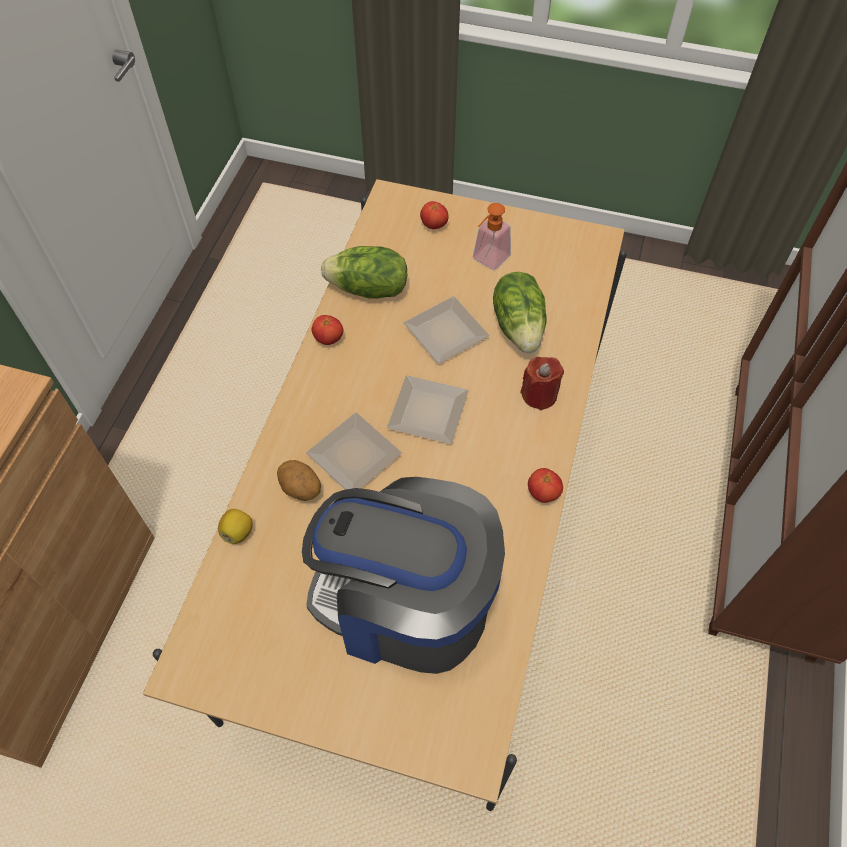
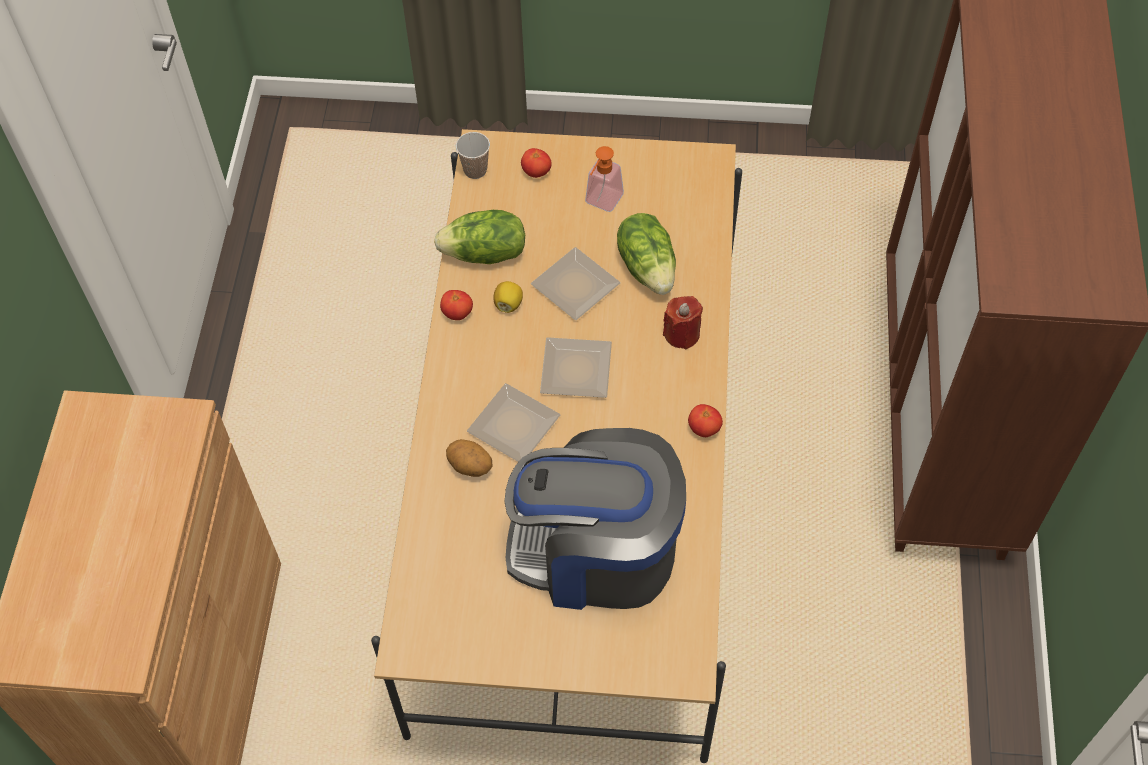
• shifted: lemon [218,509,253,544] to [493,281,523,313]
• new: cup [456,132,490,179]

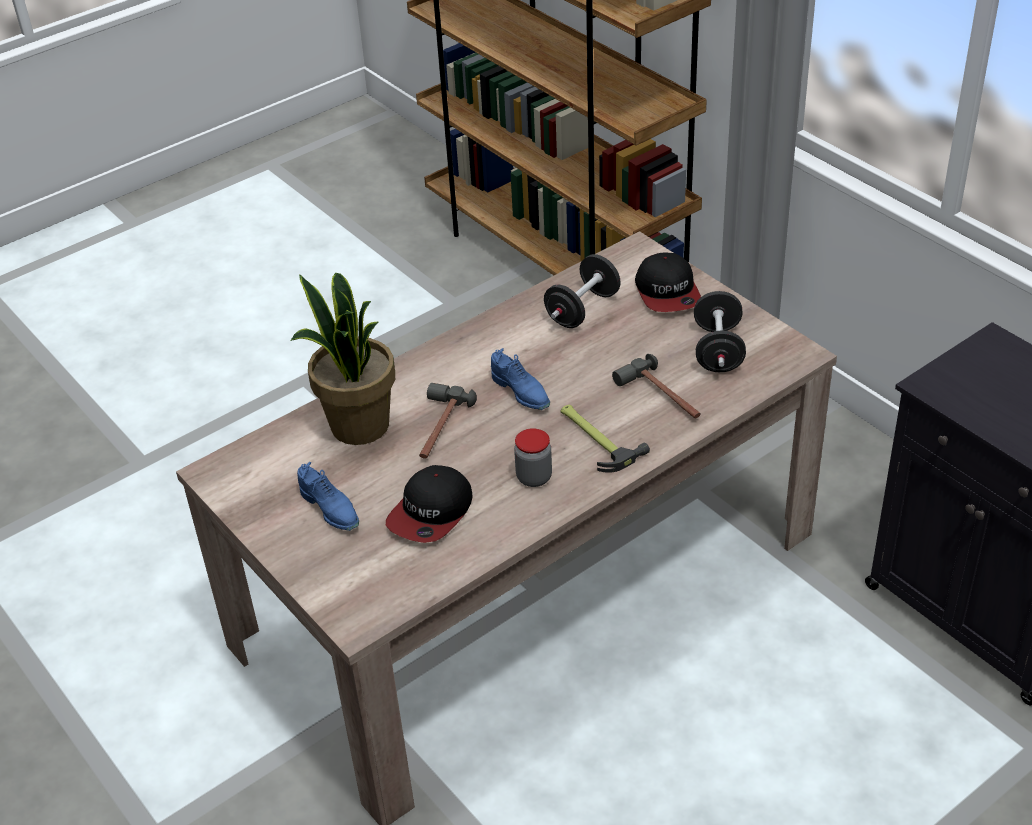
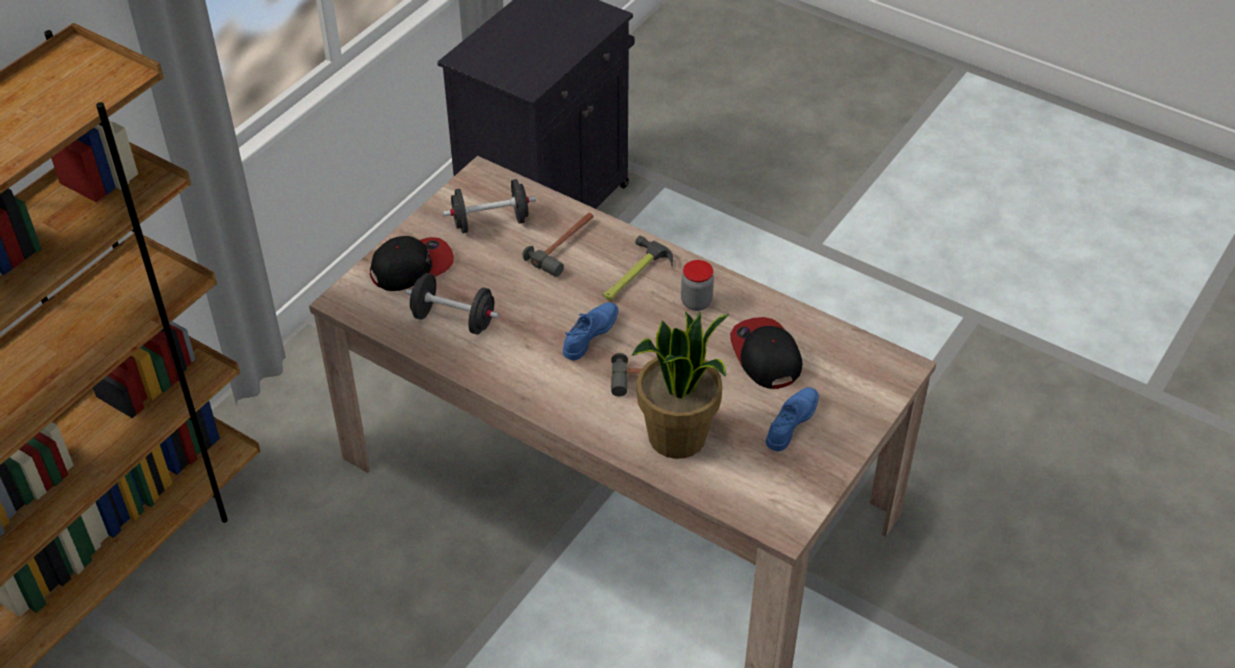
• rotated: cap [386,465,472,543] = [730,317,803,389] 120 degrees counterclockwise

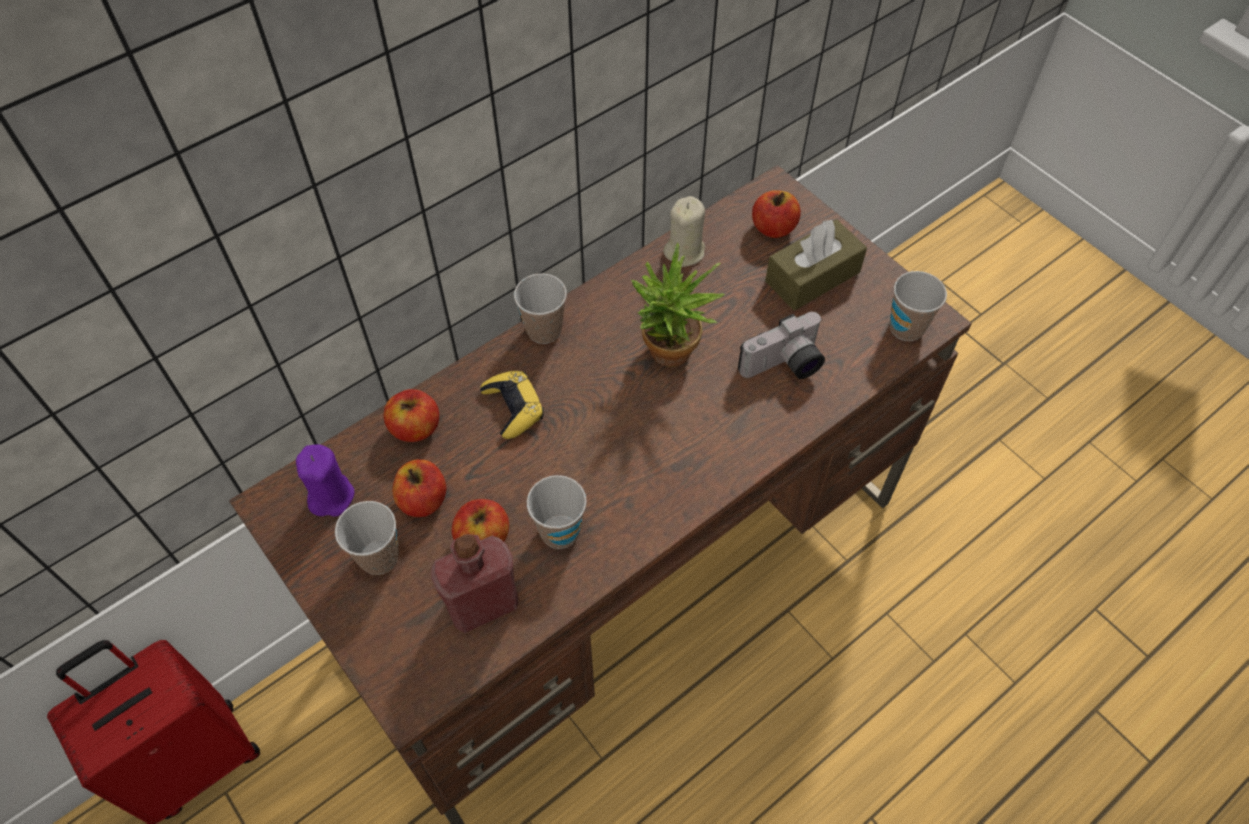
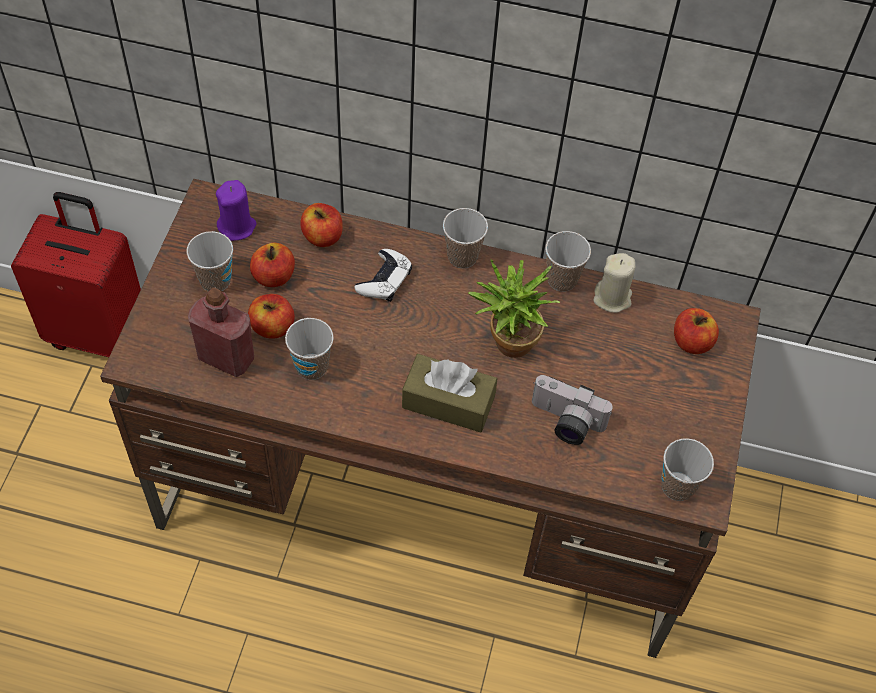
• repainted: yellow game controller [480,371,544,439] to white game controller [354,249,412,302]
• shifted: brown tissue box [765,219,867,310] to [402,354,497,433]
• new: cup [545,231,591,292]

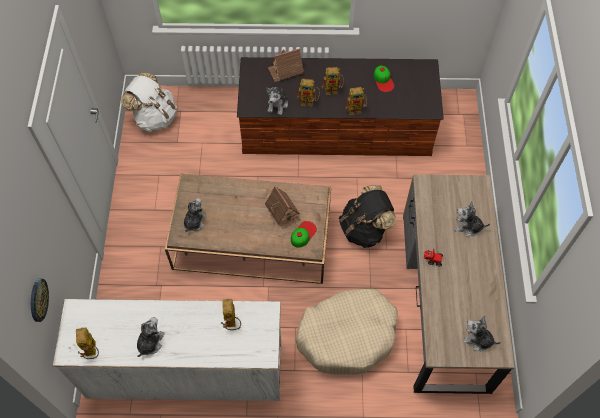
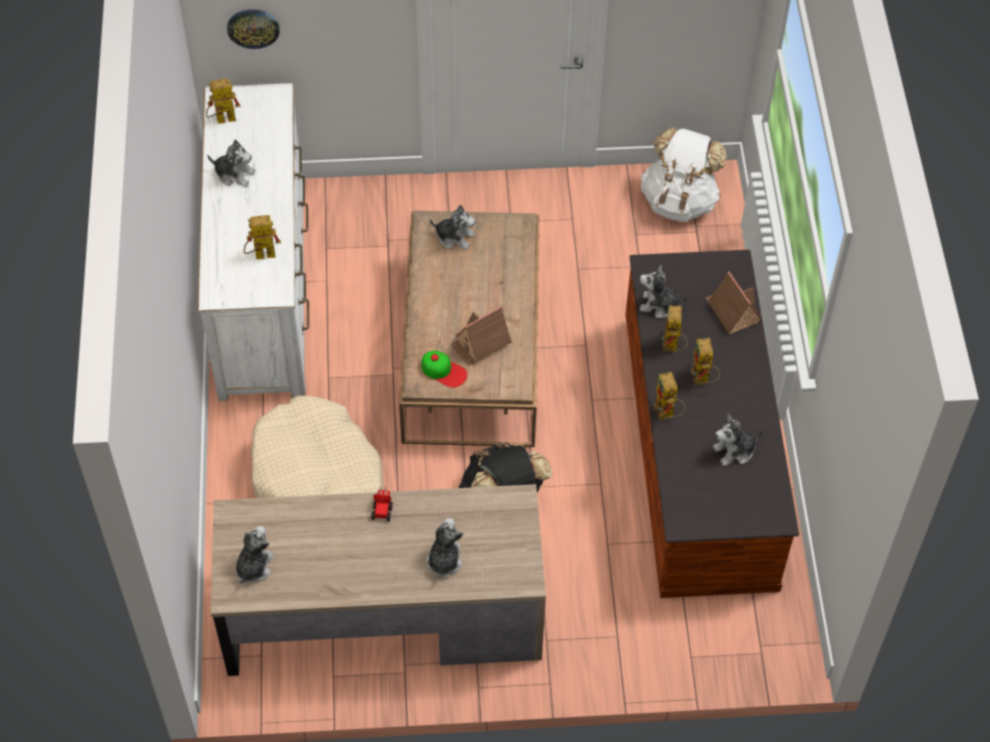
• swapped: cap [373,66,394,92] to plush toy [713,413,764,466]

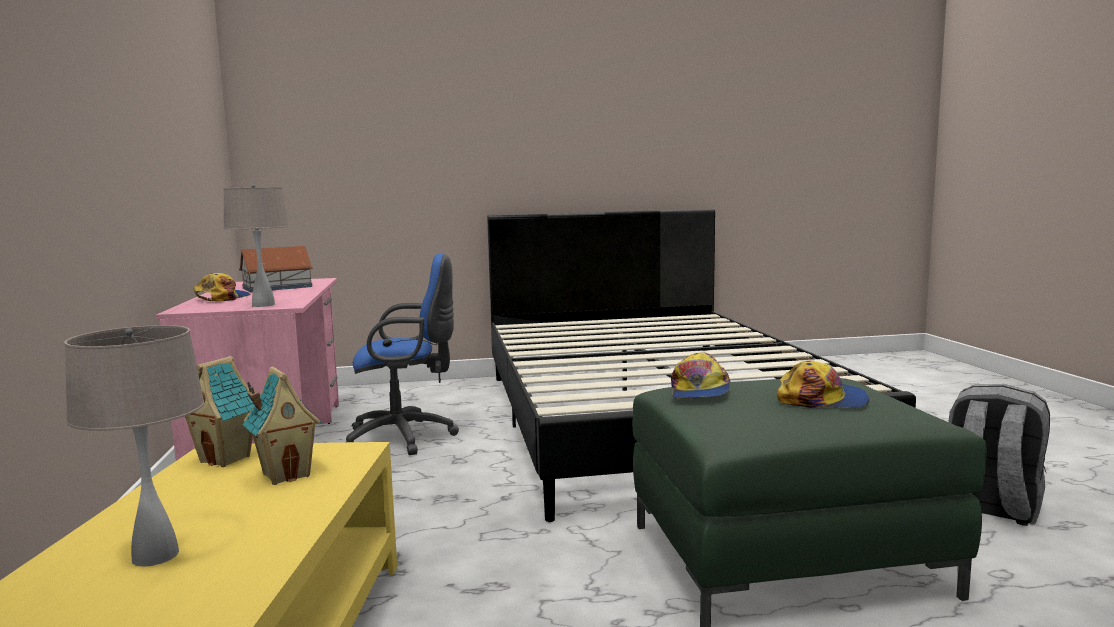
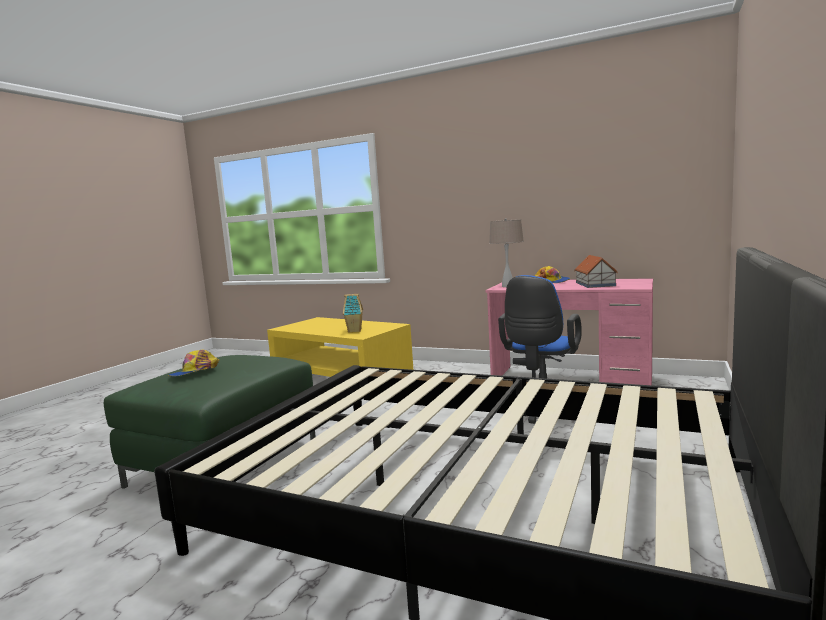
• gone: beige table lamp [64,325,204,567]
• gone: toy house [185,356,254,467]
• gone: cap [671,352,731,399]
• gone: grey backpack [948,384,1050,526]

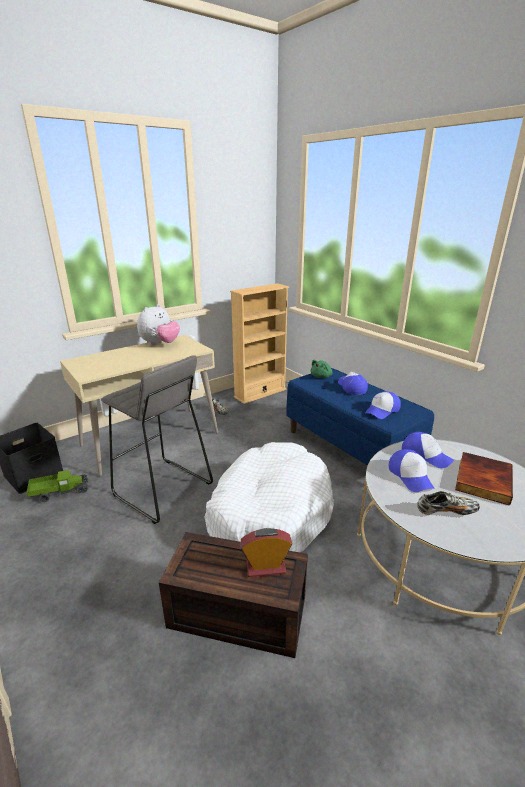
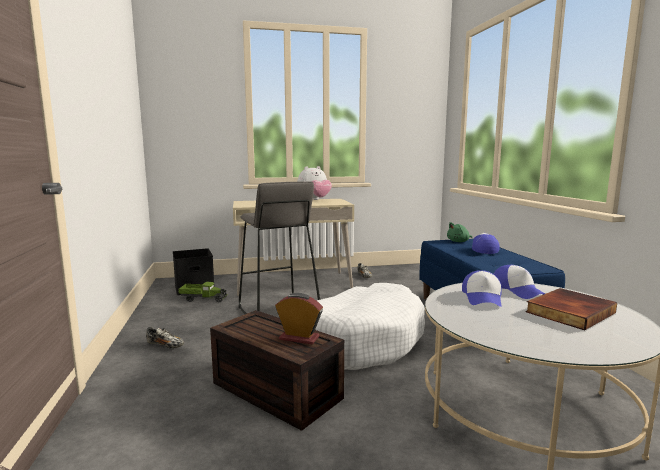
• gone: beige bookcase [230,283,289,404]
• gone: cap [365,391,401,419]
• shifted: shoe [417,491,480,515] to [146,327,184,348]

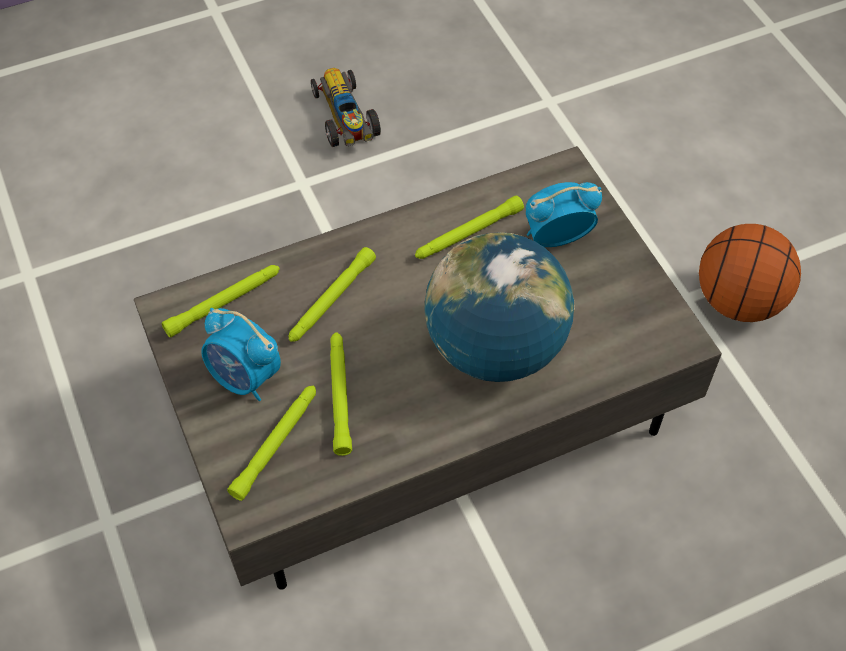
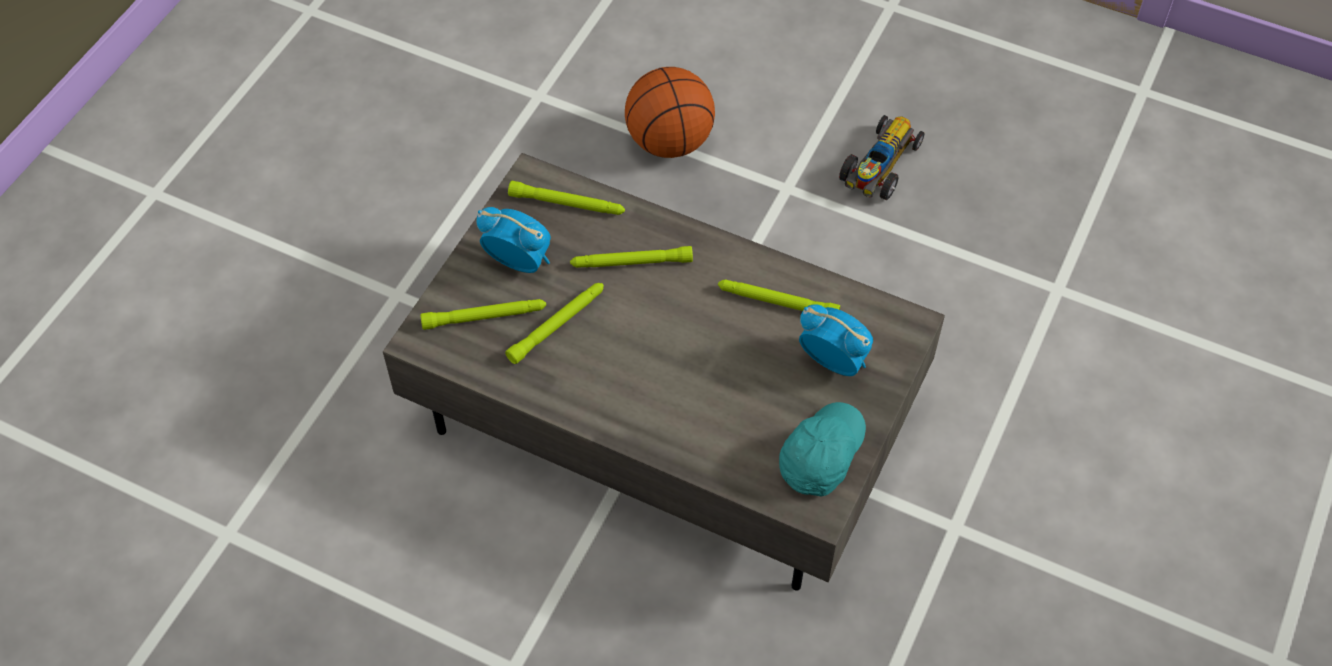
• rotated: alarm clock [201,308,281,401] = [476,207,551,273] 120 degrees clockwise
• gone: globe [424,232,575,382]
• shifted: basketball [699,224,801,322] to [625,67,715,158]
• new: turquoise cap [779,402,866,496]

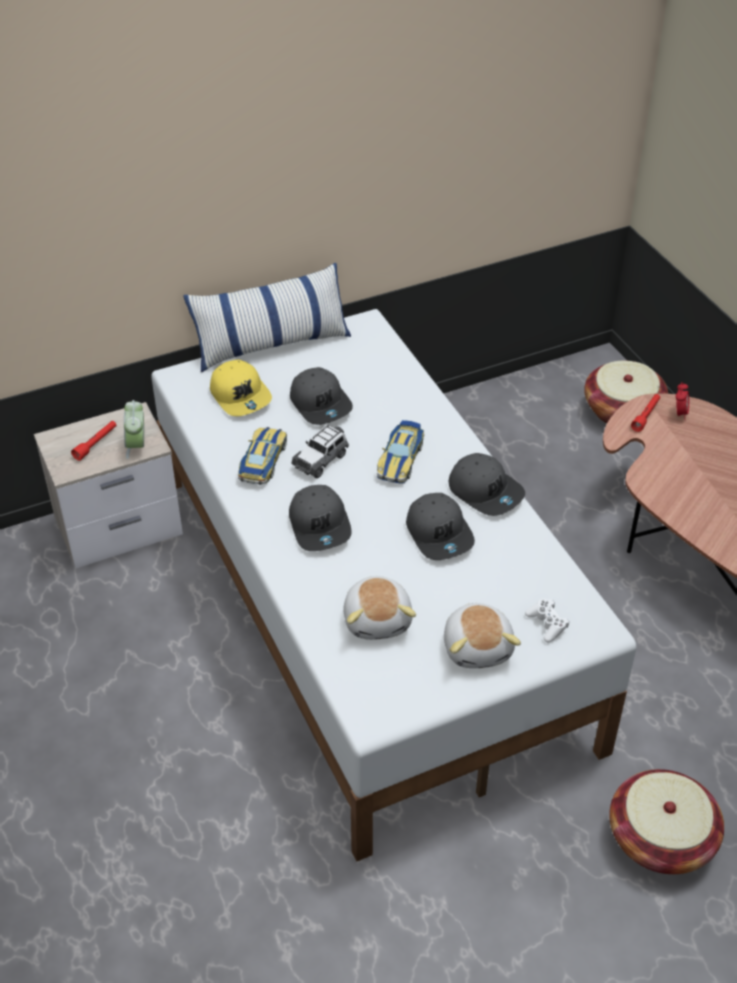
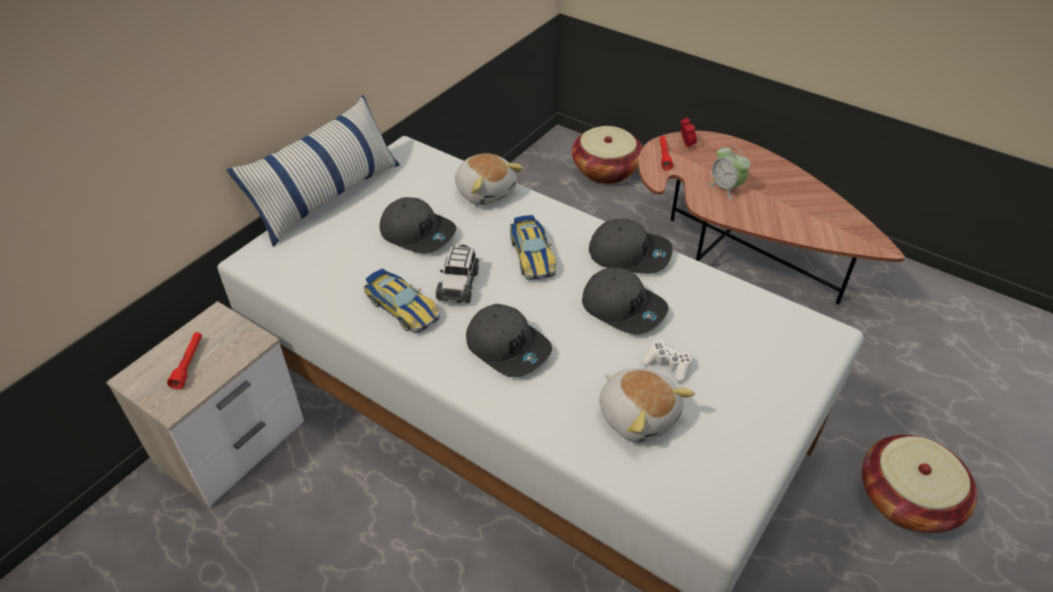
• shifted: alarm clock [124,400,144,459] to [709,146,750,199]
• gone: yellow cap [210,360,272,416]
• rotated: toy car [238,427,287,485] = [363,269,440,333] 150 degrees clockwise
• shifted: plush toy [444,603,521,669] to [455,153,523,205]
• shifted: white game controller [525,599,569,642] to [642,339,692,382]

